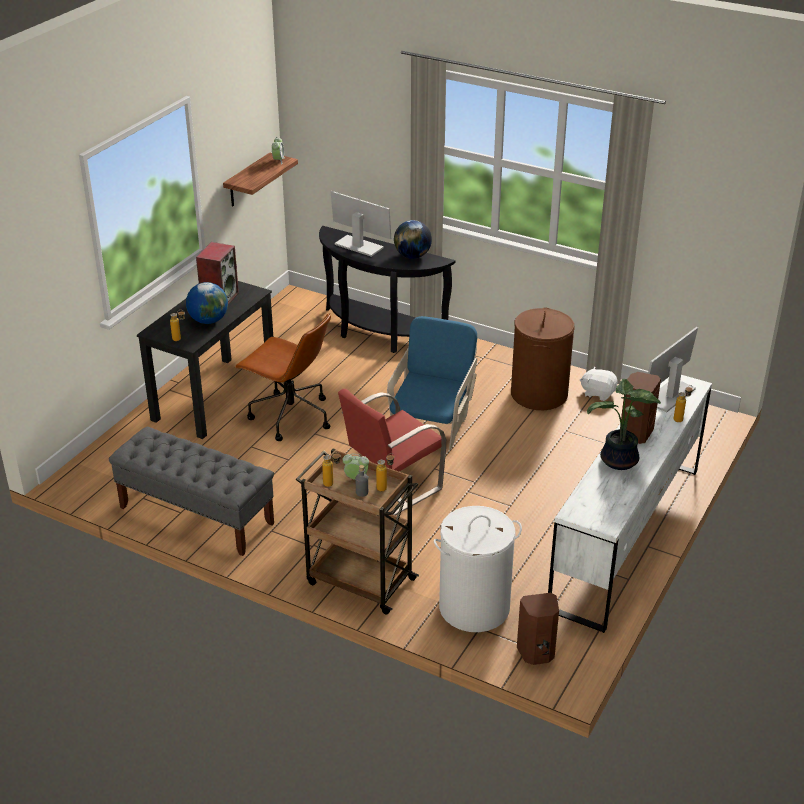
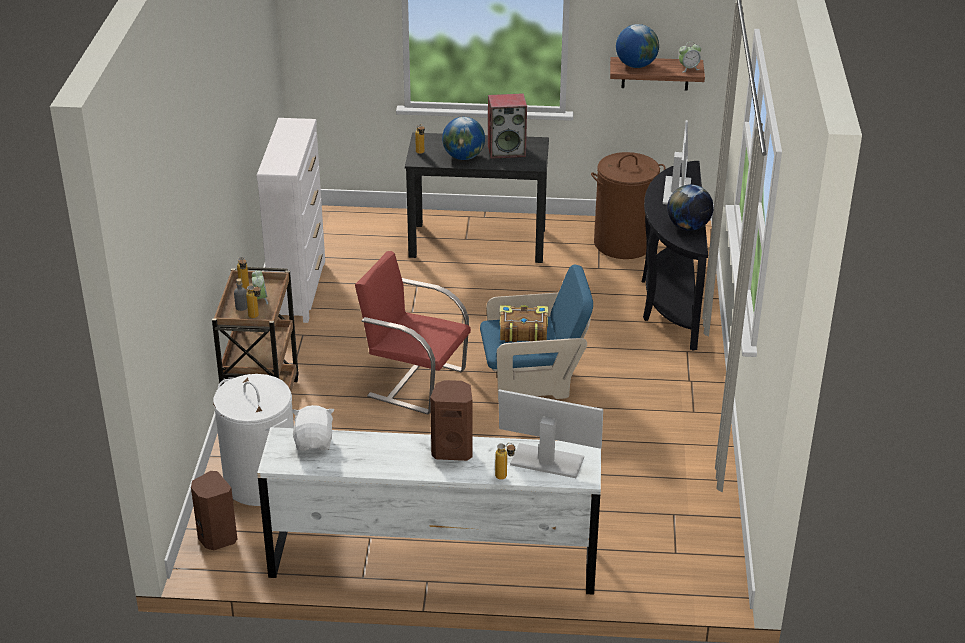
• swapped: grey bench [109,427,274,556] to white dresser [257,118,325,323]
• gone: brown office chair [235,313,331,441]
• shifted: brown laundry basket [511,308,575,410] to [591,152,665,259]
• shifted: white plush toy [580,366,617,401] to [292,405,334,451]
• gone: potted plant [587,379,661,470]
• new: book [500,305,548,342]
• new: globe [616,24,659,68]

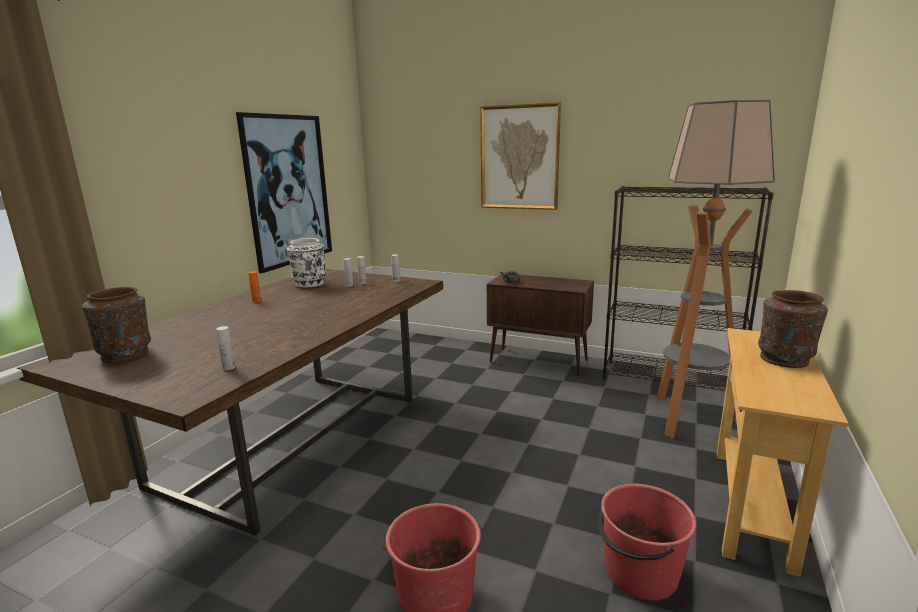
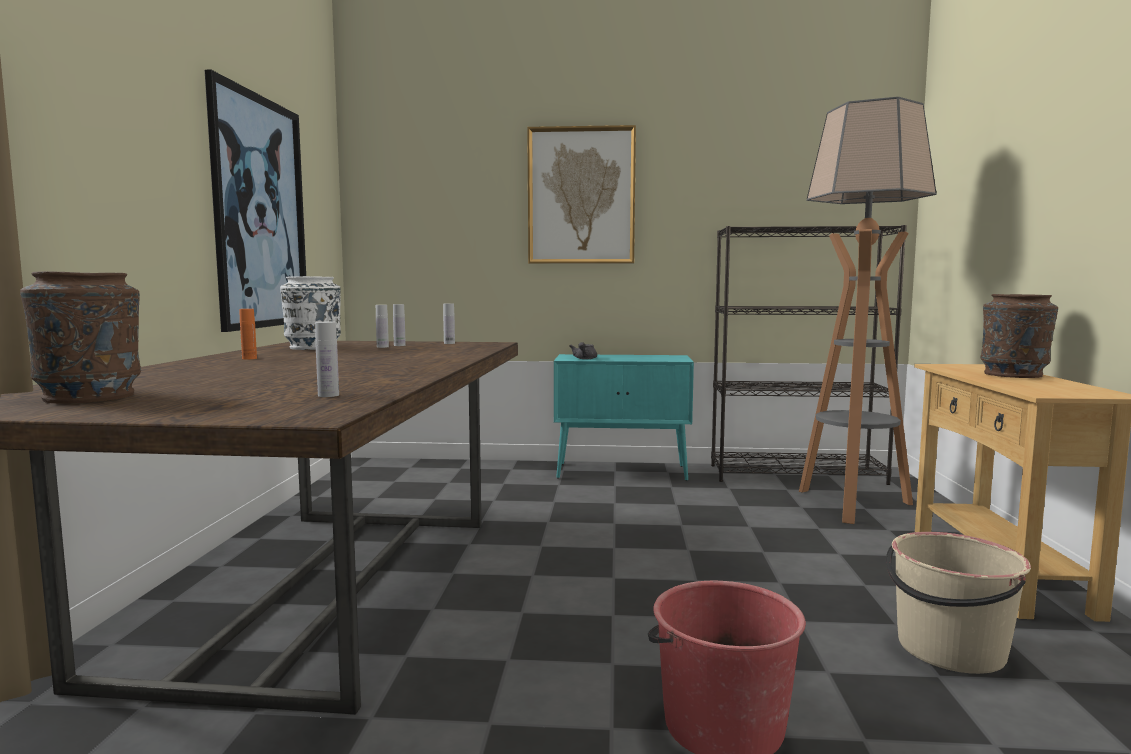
• repainted: brown cabinet [487,274,594,376] to turquoise cabinet [554,354,694,481]
• repainted: red bucket [598,484,697,601] to beige bucket [886,532,1031,674]

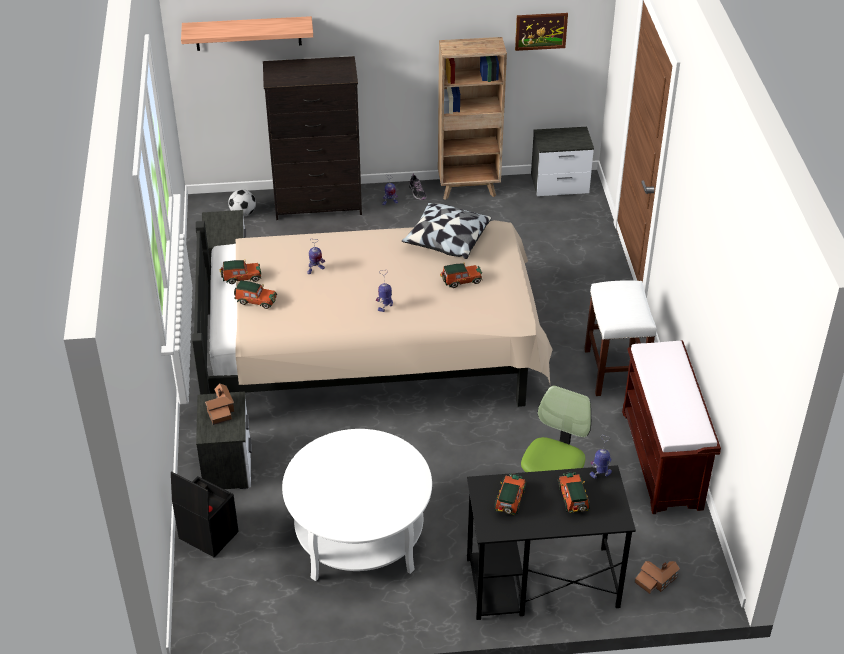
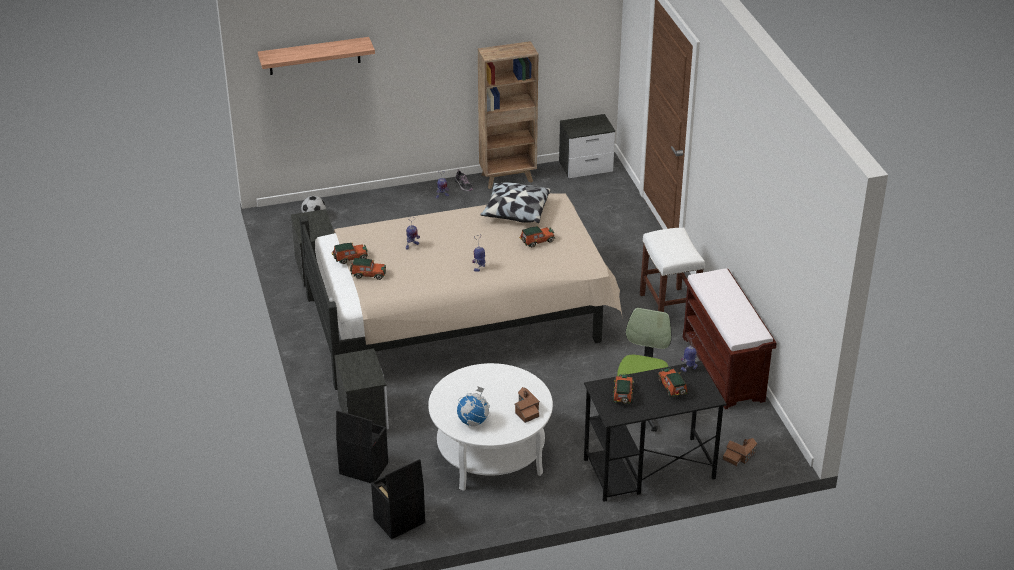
• shifted: toy house [205,384,234,425] to [514,387,540,423]
• gone: black dresser [263,56,362,220]
• gone: picture [515,13,568,51]
• new: black storage box [371,459,425,539]
• new: globe [457,386,490,427]

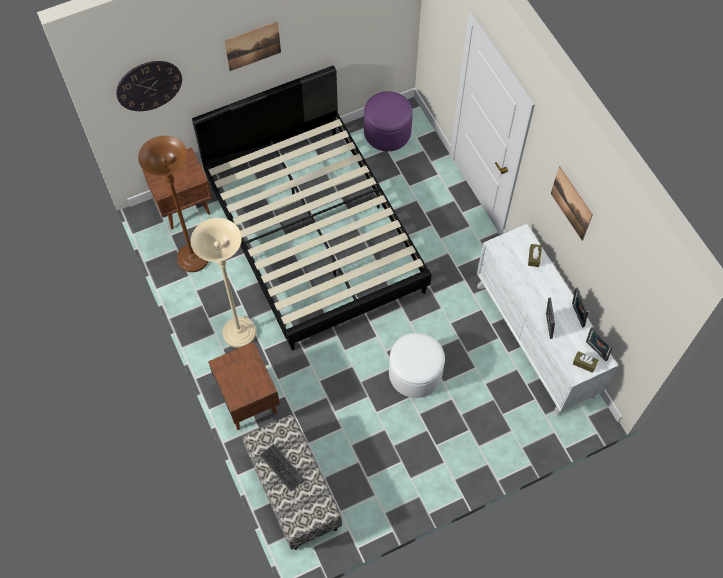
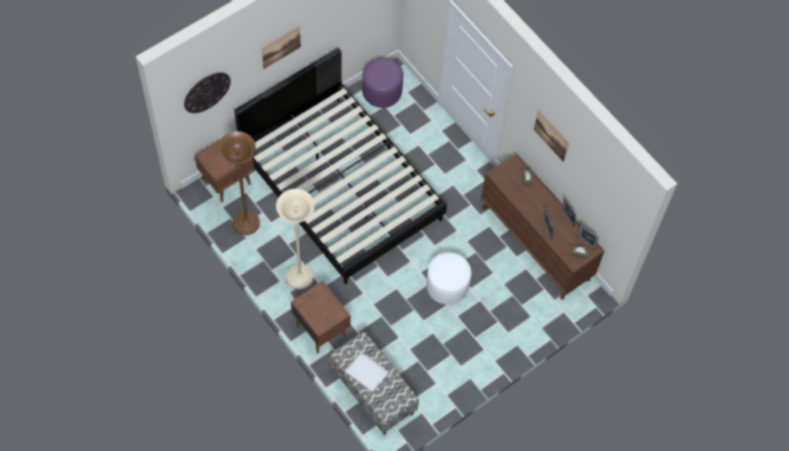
• swapped: keyboard [260,444,304,491] to white tray [345,351,389,392]
• repainted: white dresser [477,224,618,416] to brown dresser [481,153,604,300]

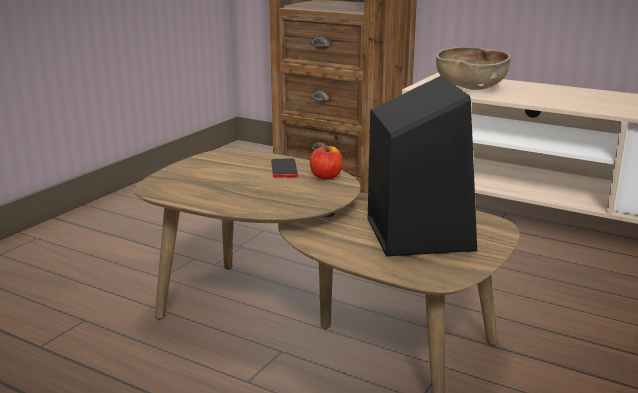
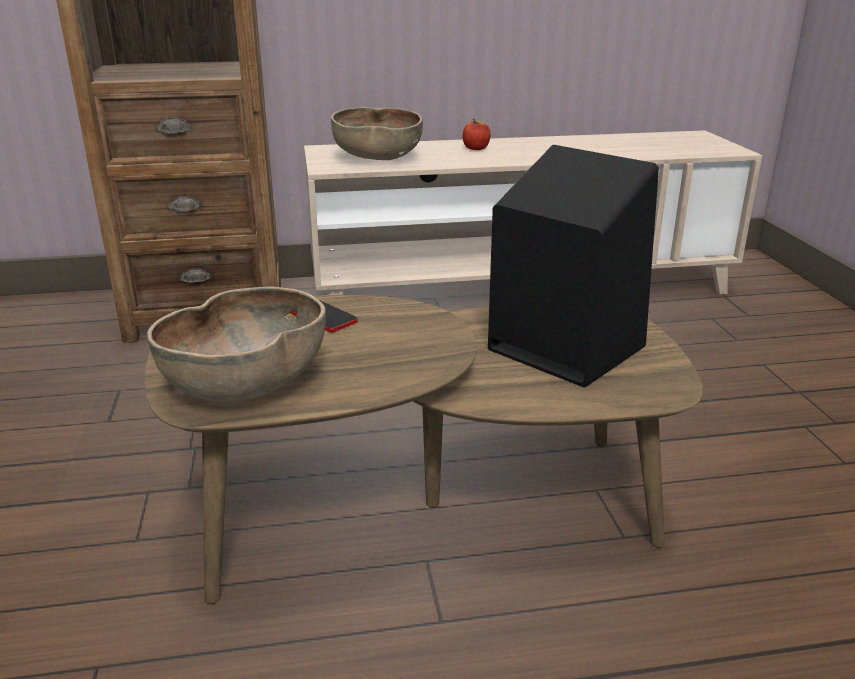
• shifted: apple [310,144,343,179] to [462,119,491,150]
• new: brown bowl [147,287,326,402]

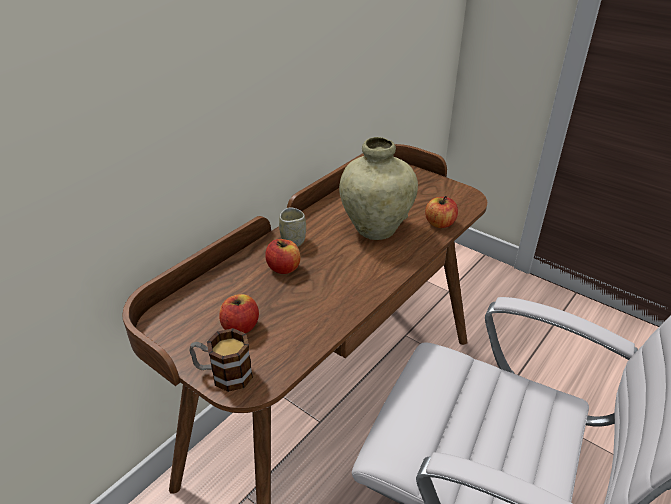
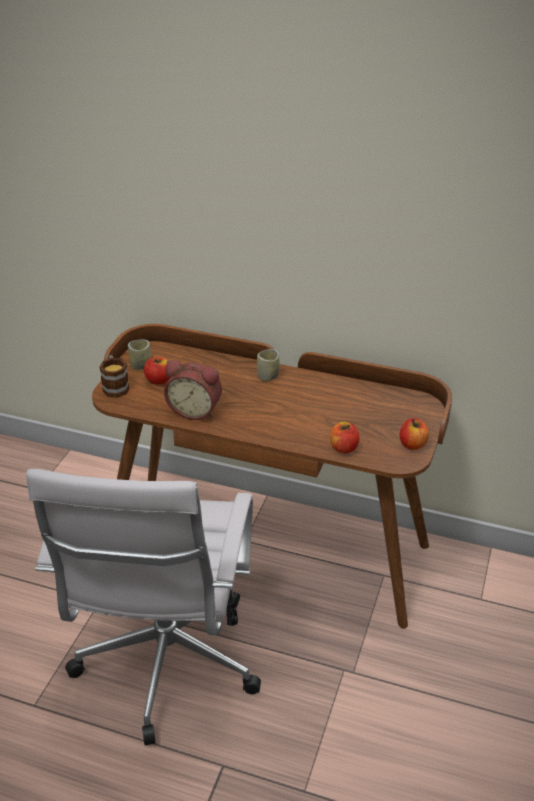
• shifted: apple [265,239,300,274] to [400,418,429,450]
• gone: beige vase [339,137,418,240]
• new: cup [128,340,151,370]
• new: alarm clock [164,360,222,420]

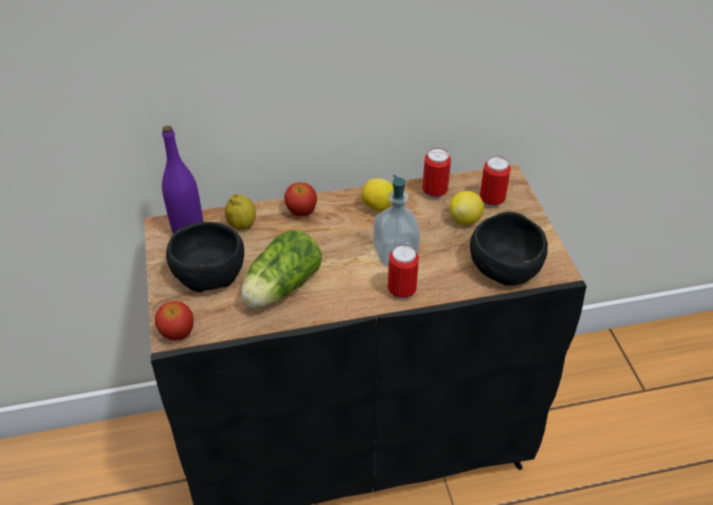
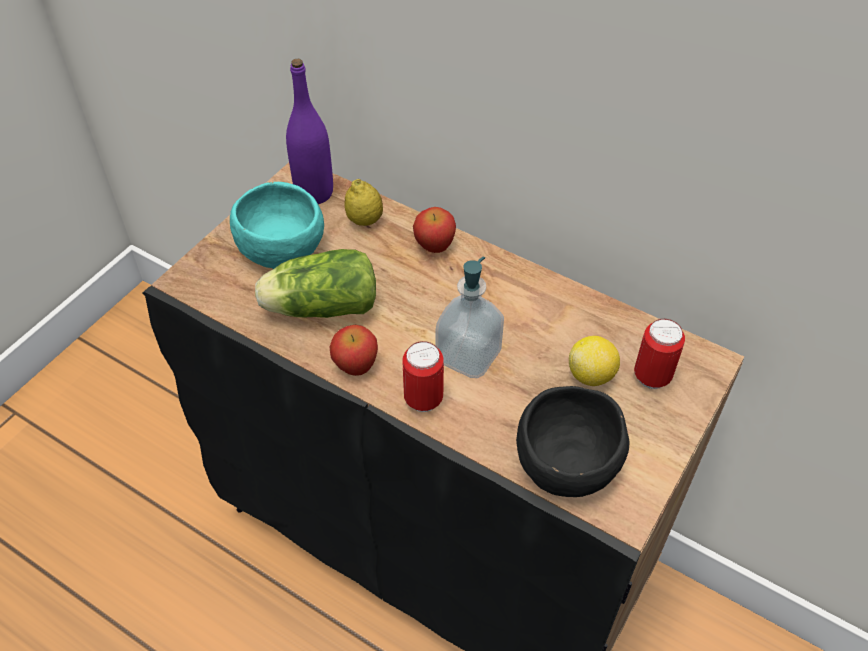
• shifted: apple [155,301,194,340] to [330,325,378,376]
• repainted: black bowl [166,222,244,292] to turquoise bowl [230,182,324,269]
• gone: lemon [361,178,394,212]
• gone: can [422,148,451,199]

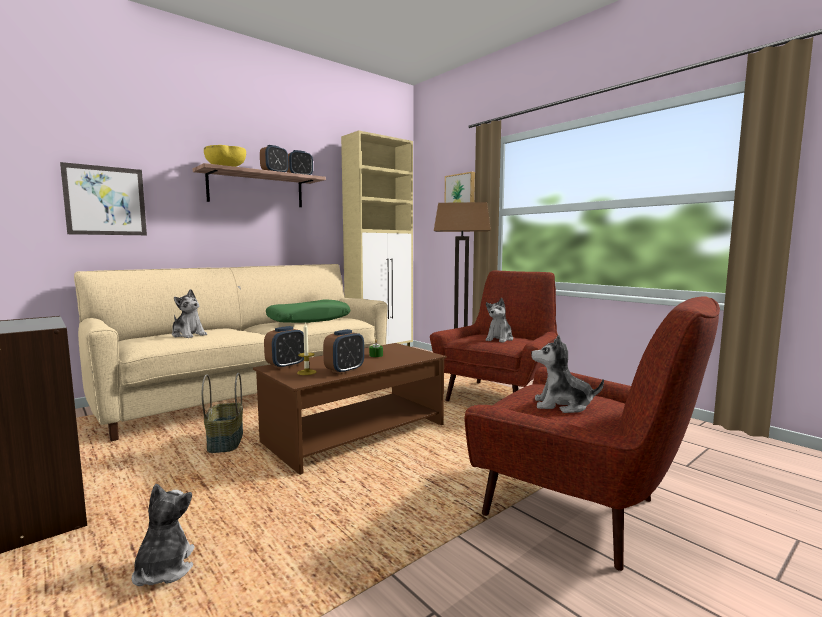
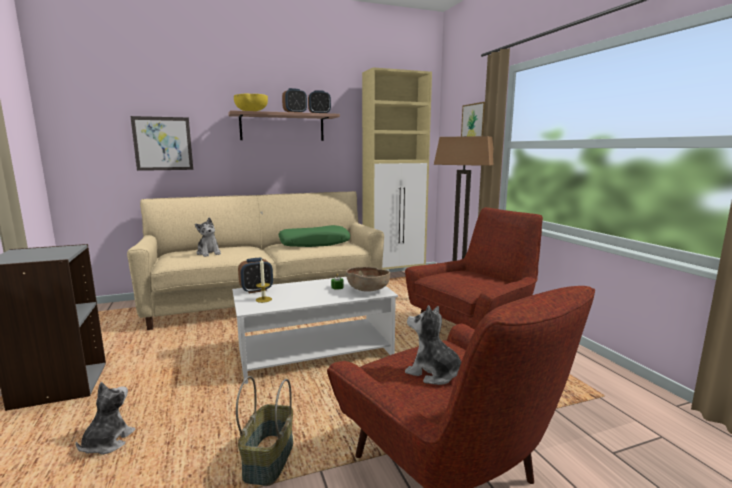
• shifted: basket [202,373,243,453] to [236,376,293,486]
• repainted: brown coffee table [253,343,446,475] to white coffee table [232,277,398,384]
• gone: alarm clock [323,329,364,374]
• gone: plush toy [486,298,513,343]
• new: brown bowl [346,267,390,292]

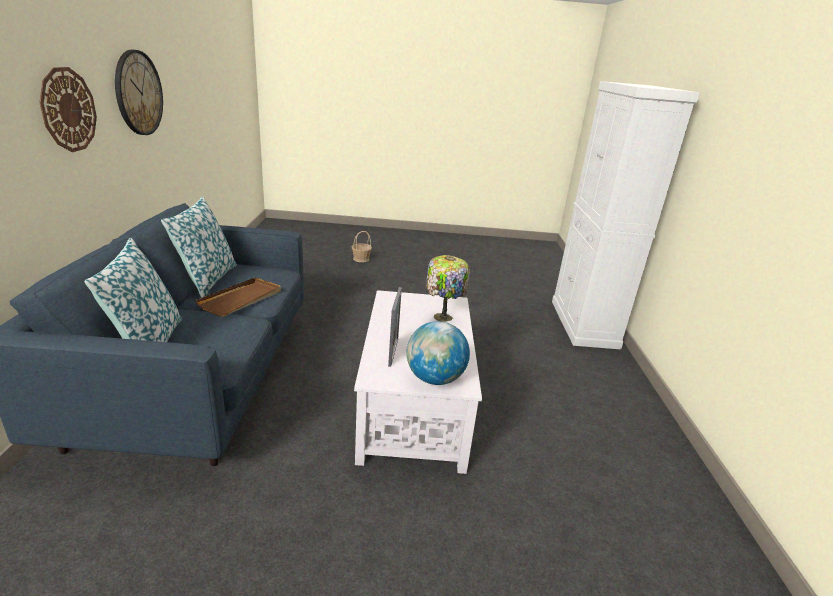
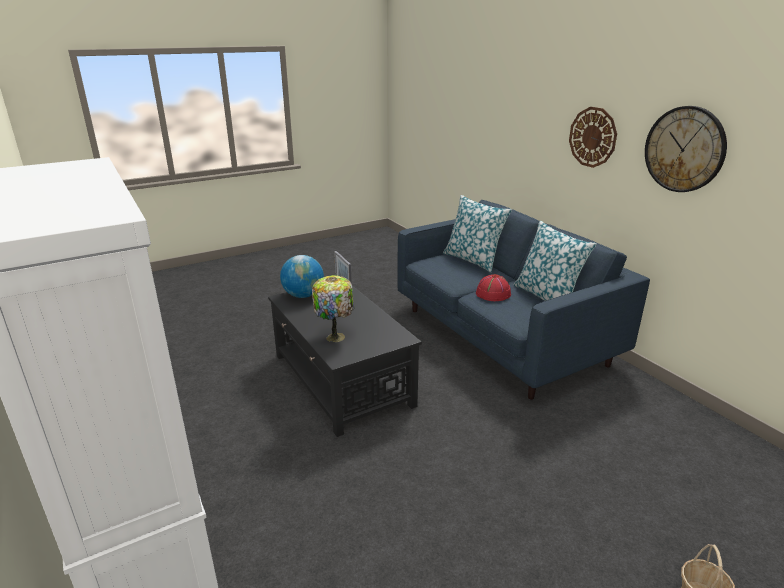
• swapped: brown tray [195,277,281,317] to red hat [476,274,511,301]
• repainted: white coffee table [354,290,482,474] to black coffee table [268,286,422,437]

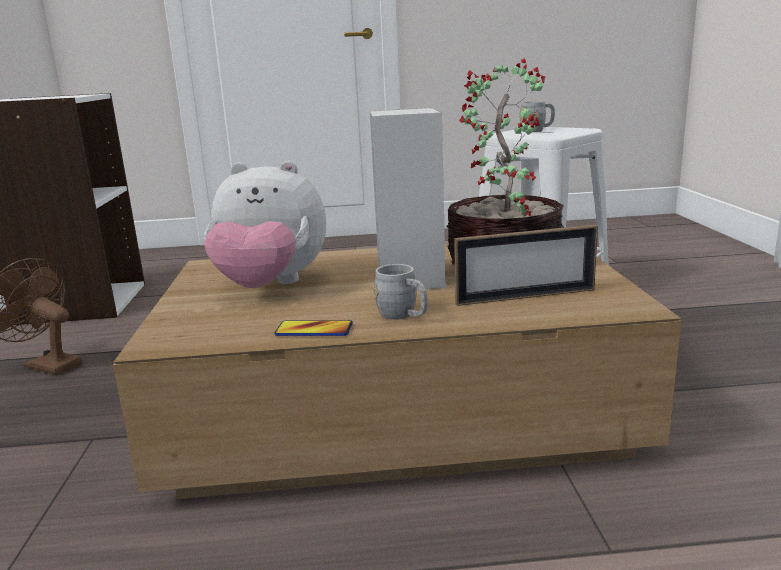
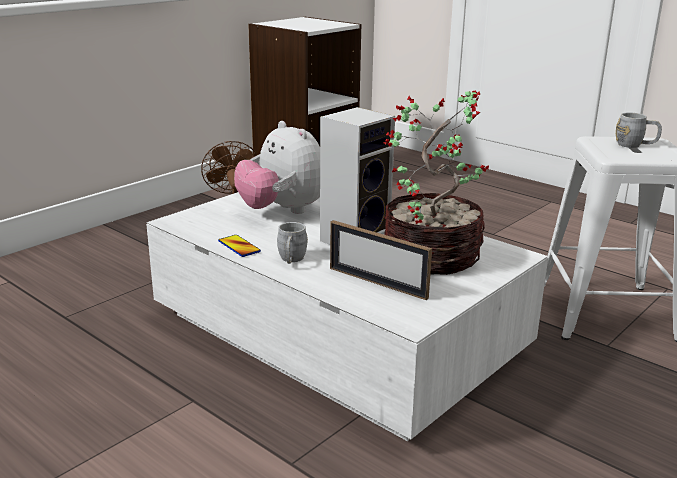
• repainted: brown coffee table [113,243,681,499] to white coffee table [146,192,548,441]

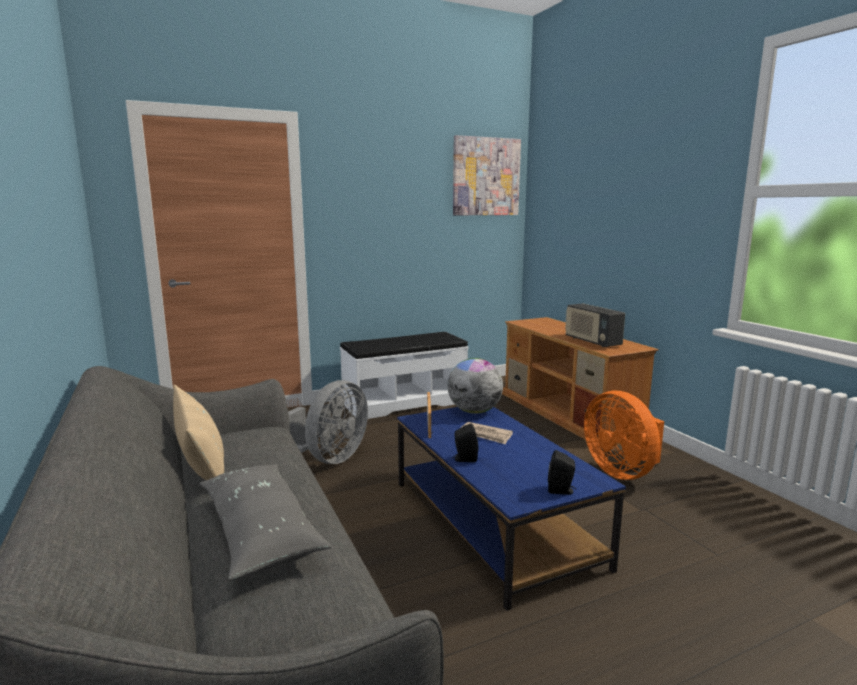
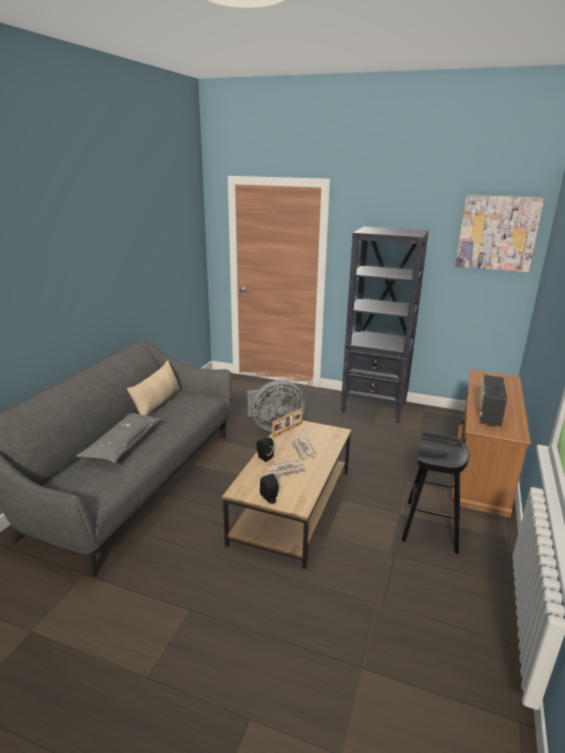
• swapped: white bench [340,332,468,419] to black bookcase [341,227,429,423]
• repainted: blue coffee table [397,407,626,611] to brown coffee table [222,421,351,569]
• gone: globe [448,358,503,414]
• swapped: orange fan [584,391,664,480] to black stool [402,432,469,554]
• new: newspaper [266,460,307,478]

